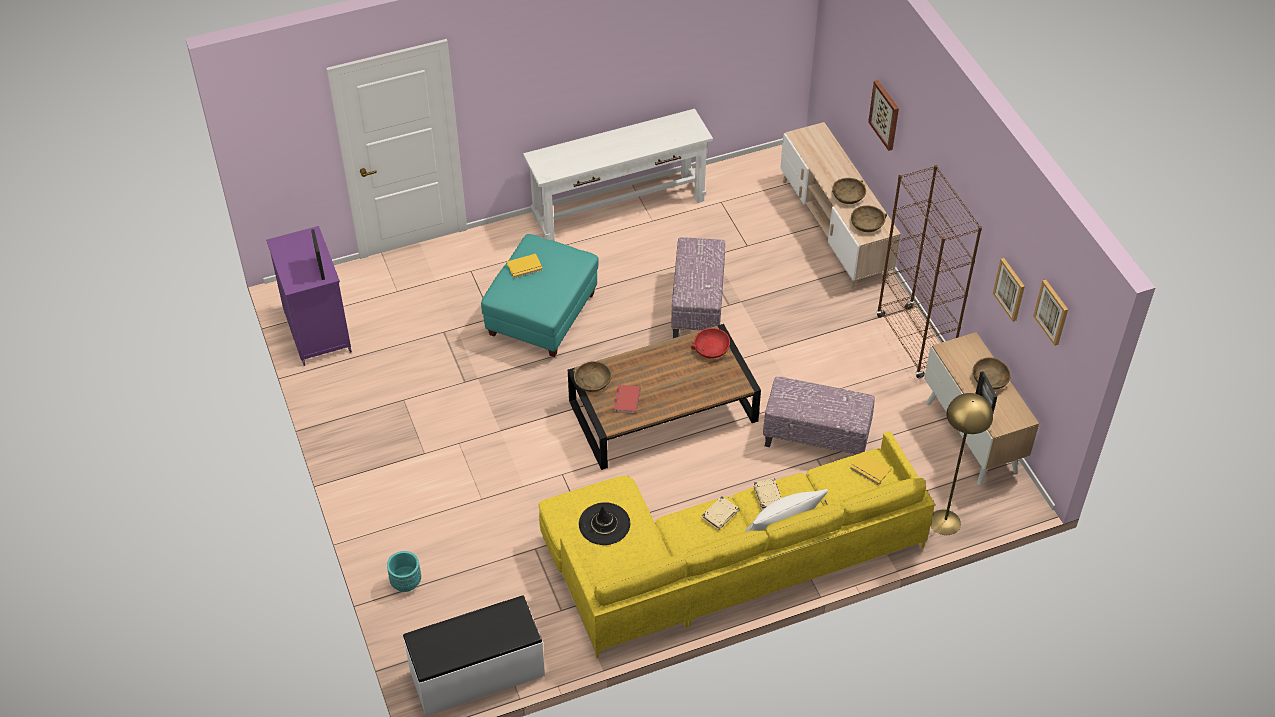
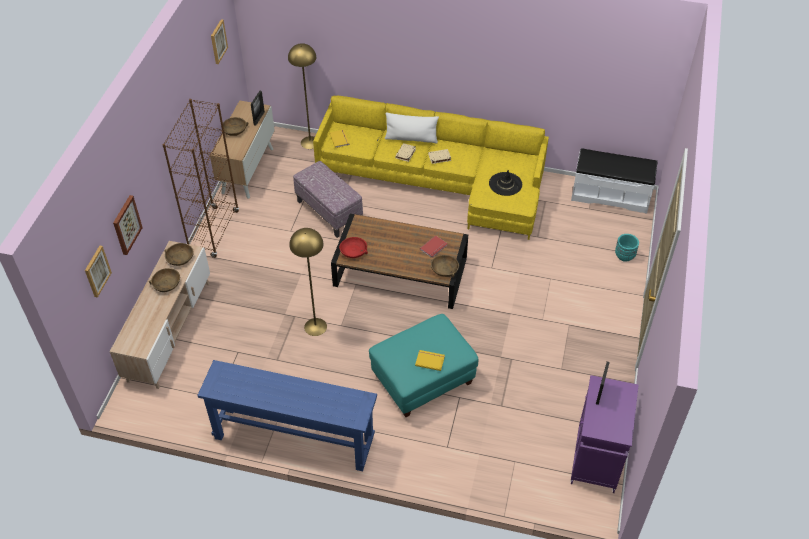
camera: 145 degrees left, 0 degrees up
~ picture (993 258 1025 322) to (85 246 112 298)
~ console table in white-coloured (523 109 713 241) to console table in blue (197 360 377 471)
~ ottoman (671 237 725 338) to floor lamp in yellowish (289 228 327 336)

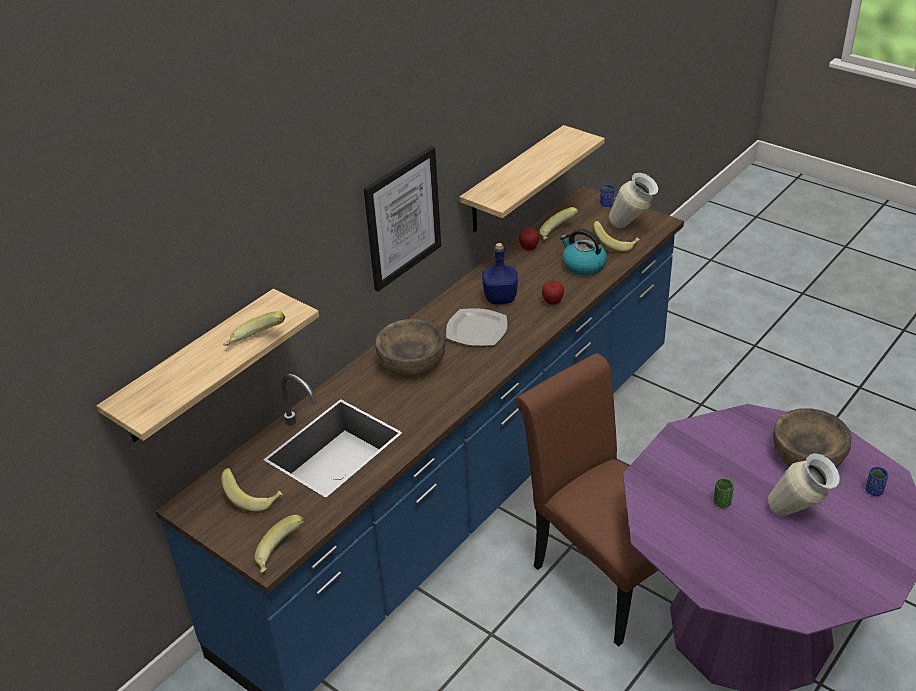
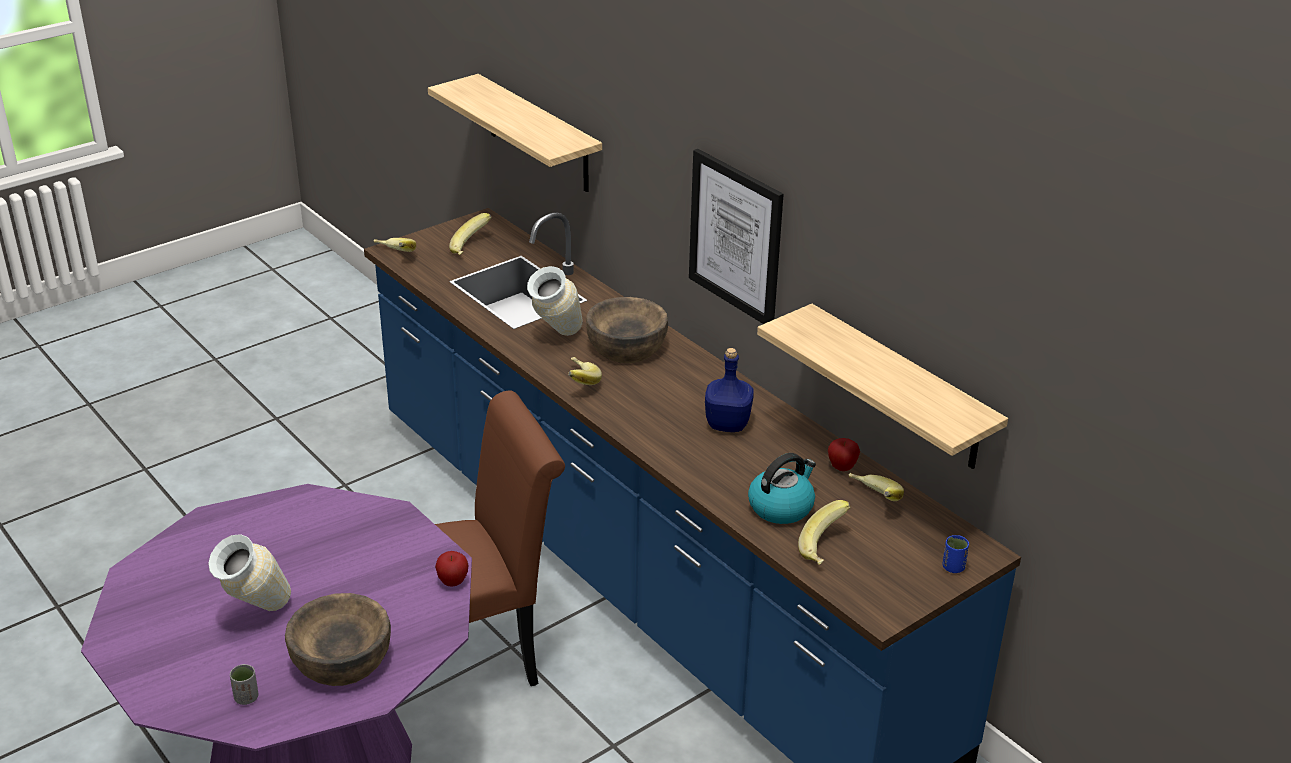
camera: 100 degrees right, 5 degrees down
~ cup in blue (865 467 888 496) to cup in grey (230 664 258 705)
~ apple (542 281 564 305) to (435 551 469 587)
~ flower vase (609 173 658 228) to (527 266 583 336)
~ banana fruit (223 311 285 346) to (568 357 602 385)
- flat dish (446 308 507 346)
- cup in green (713 479 734 508)

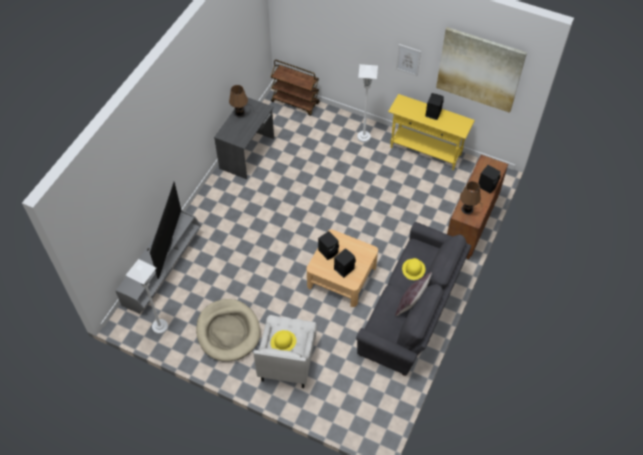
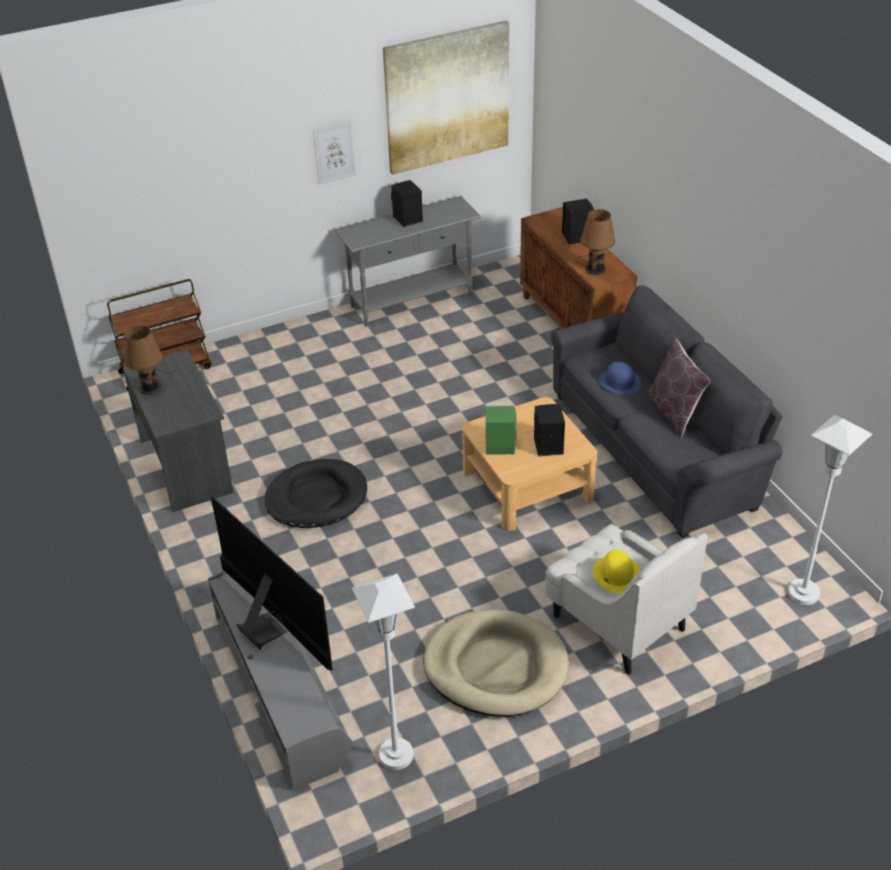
camera: 50 degrees left, 15 degrees down
+ dog bed in blackish (264 459 367 528)
~ console table in yellowish (388 94 475 170) to console table in grey (335 196 481 327)
~ audio speaker in blackish (318 231 339 260) to audio speaker in green (486 406 517 455)
~ clothing hat in yellowish (402 258 425 280) to clothing hat in blue (599 362 641 395)
~ floor lamp in white-coloured (357 64 378 142) to (788 415 872 605)

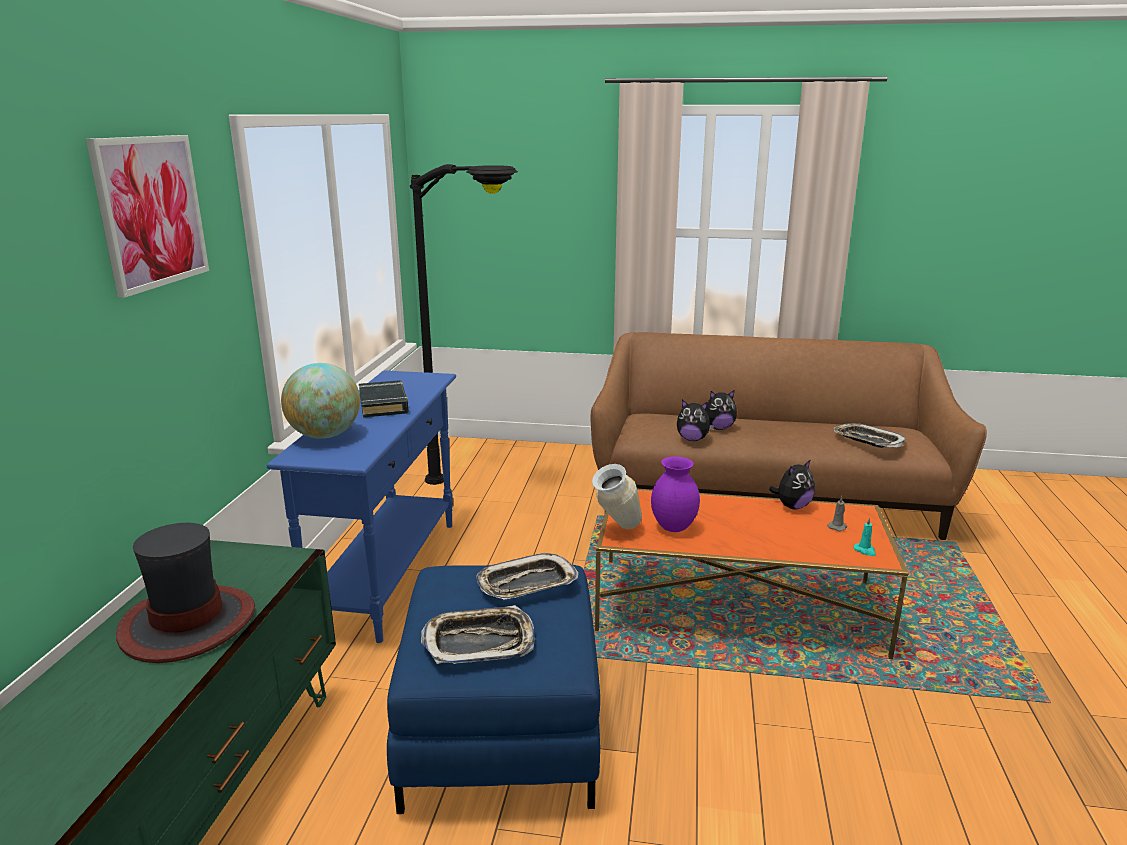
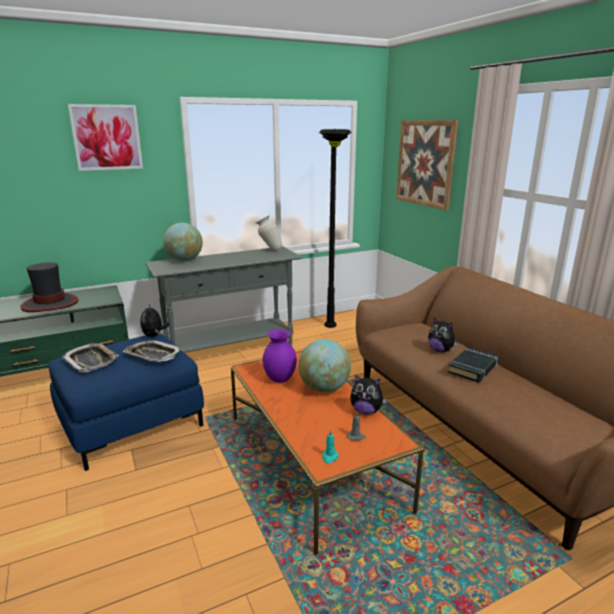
camera: 55 degrees right, 0 degrees up
~ plush toy (677 400 714 441) to (140 305 169 337)
~ console table in blue (267 370 456 643) to console table in grey (145 247 302 353)
~ flower vase (592 464 642 529) to (256 215 282 251)
+ world globe (298 339 351 393)
+ picture (396 120 459 210)
~ book in blackish (359 380 409 418) to (448 347 499 382)
- carrying tray (834 423 906 448)

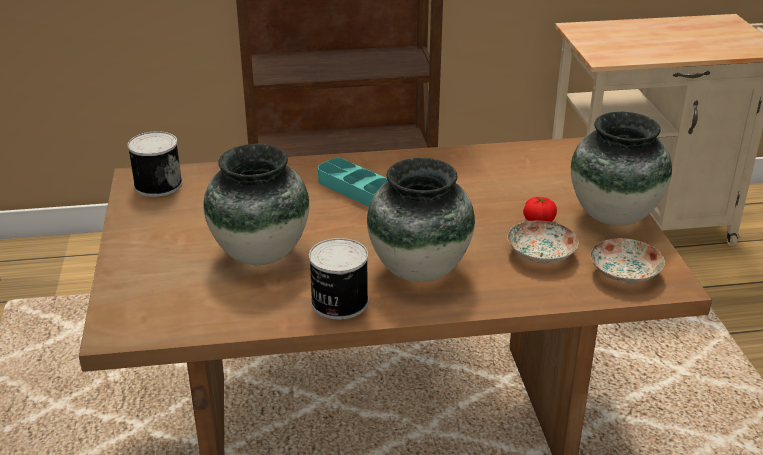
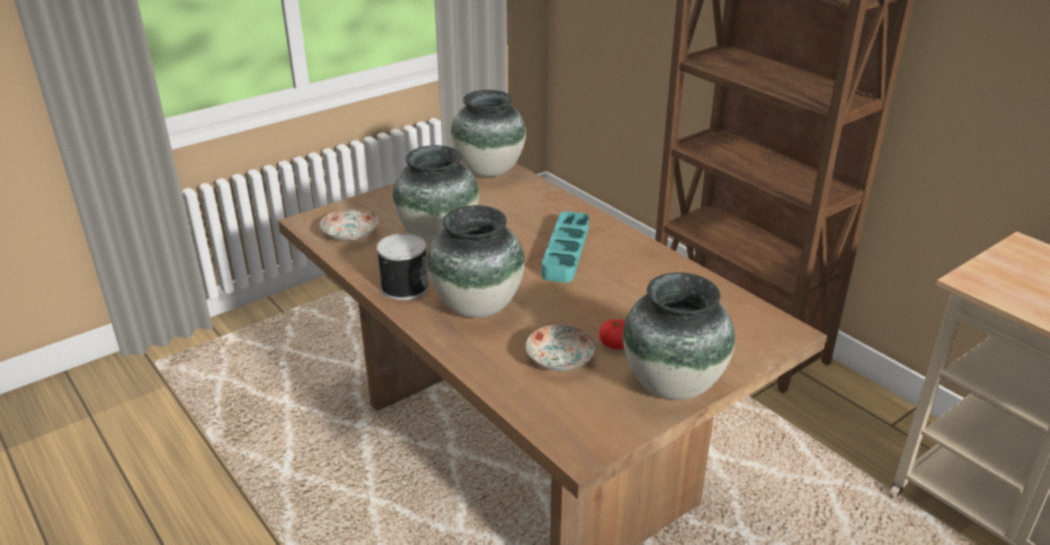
camera: 60 degrees right, 0 degrees up
~ flat dish (591 238 665 283) to (319 209 378 241)
~ can (127 131 183 197) to flower vase (451 90 526 177)

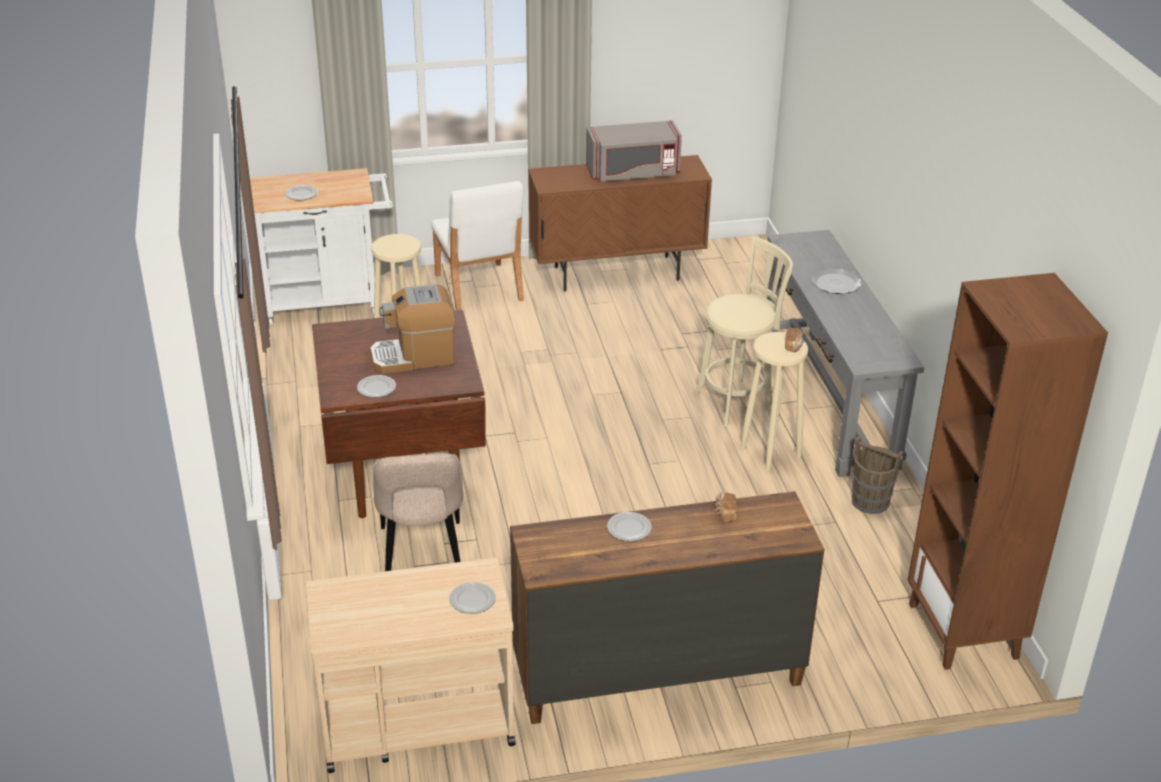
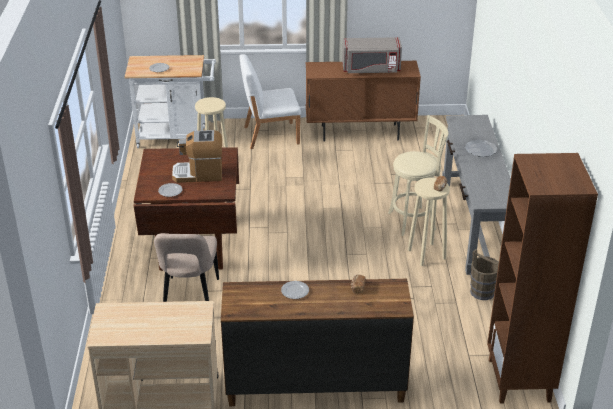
camera: 10 degrees right, 0 degrees up
~ chair in white-coloured (432 181 524 310) = (239 54 301 149) 90 degrees clockwise
- flat dish (449 582 496 614)

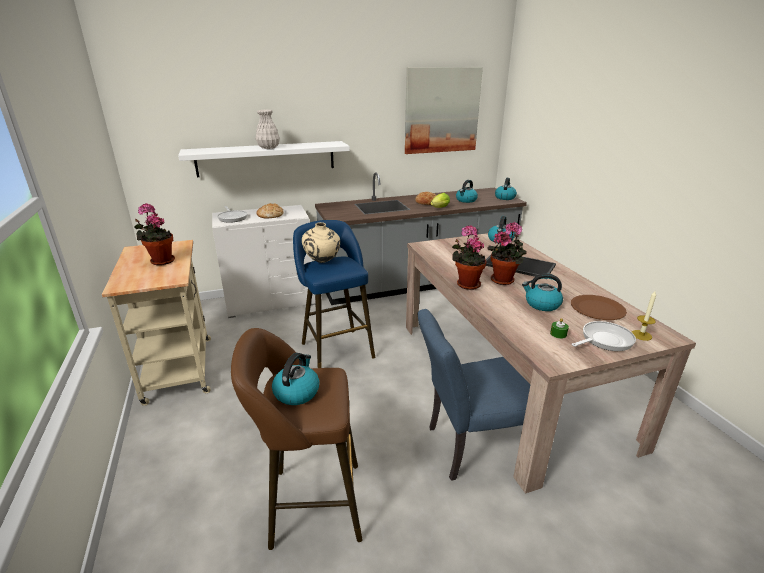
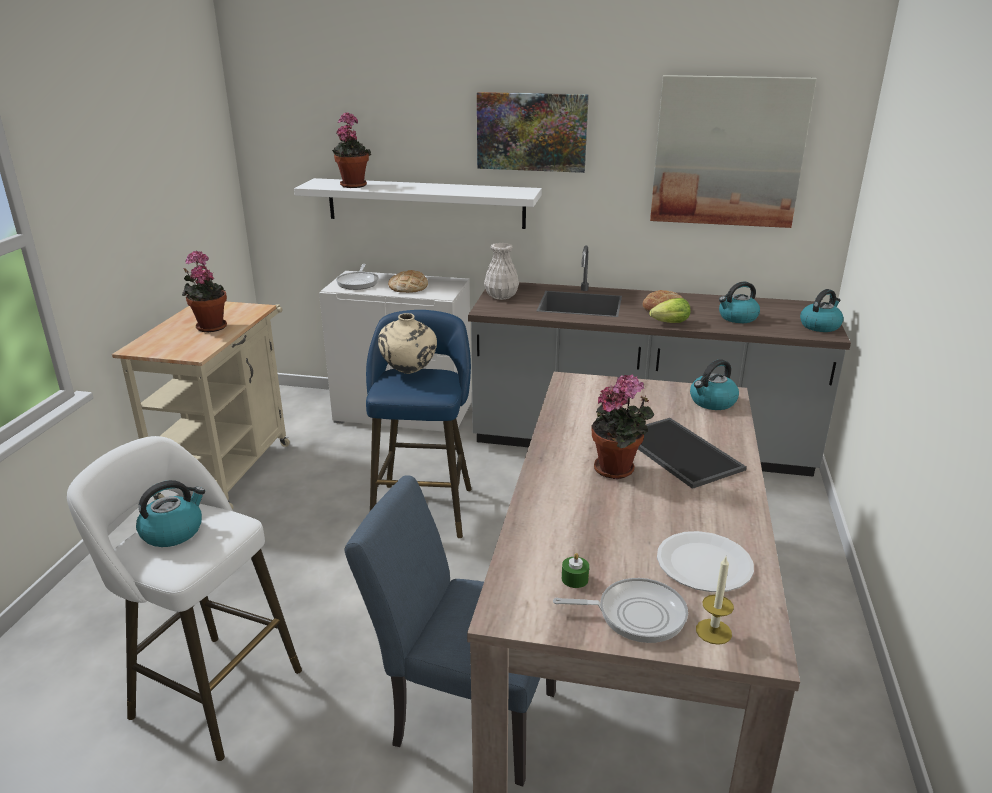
camera: 30 degrees right, 0 degrees up
~ sitting stool in brown (231 328 363 550) to sitting stool in white-coloured (67 436 302 761)
~ houseplant (452 225 486 290) to (332 112 371 188)
+ picture (477 92 589 173)
~ flower vase in white-coloured (256 110 280 149) to (484 243 519 300)
~ flat dish in brown (571 295 627 320) to flat dish in white-coloured (657 531 754 592)
- tea kettle (522 273 563 311)

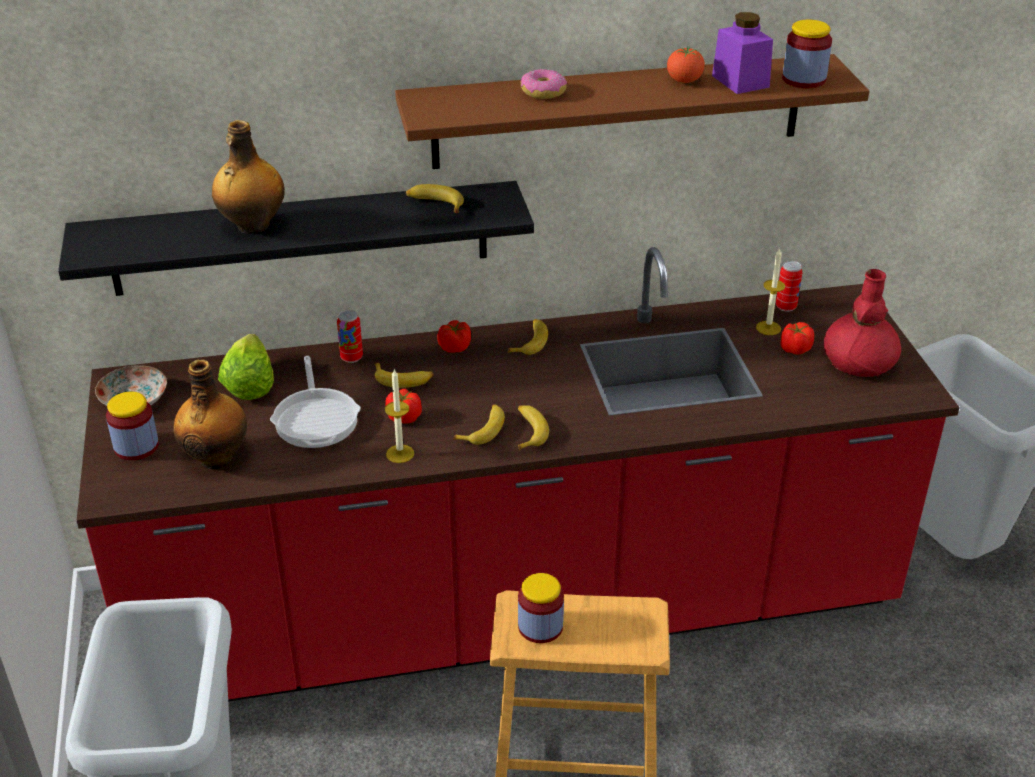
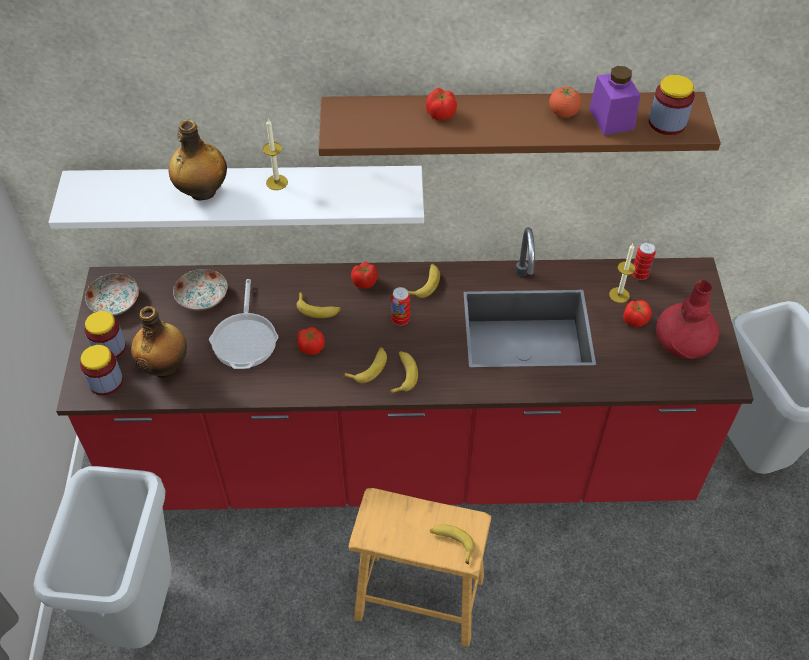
camera: 10 degrees right, 15 degrees up
~ bracket shelf in blackish (58 181 534 296) to bracket shelf in white-coloured (48 166 424 229)
~ jar (518 573 564 643) to (80 345 123 395)
~ lettuce head (218 334 274 400) to flat dish (173 269 228 310)
~ wax light (385 369 414 463) to (263 119 288 190)
~ can (337 310 363 363) to (391 287 410 325)
~ donut (521 69 567 99) to tomato (426 88 457 121)
~ banana fruit (406 184 464 213) to (430 524 475 564)

